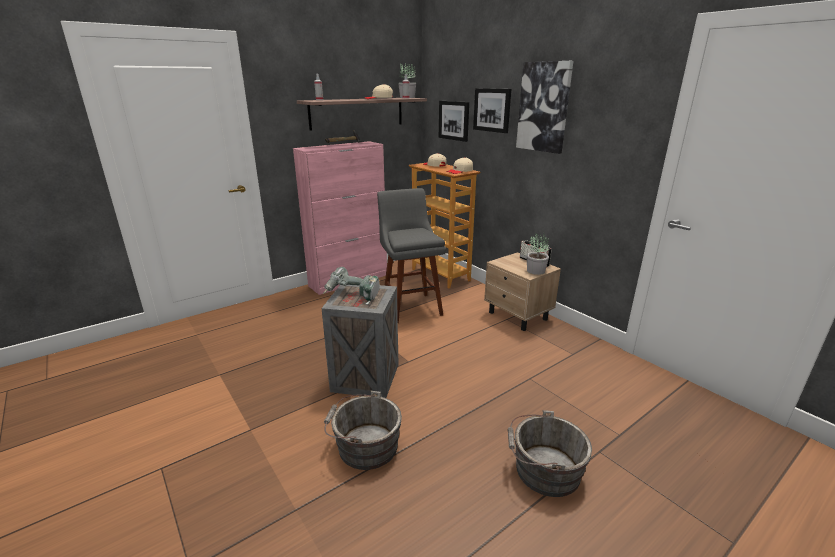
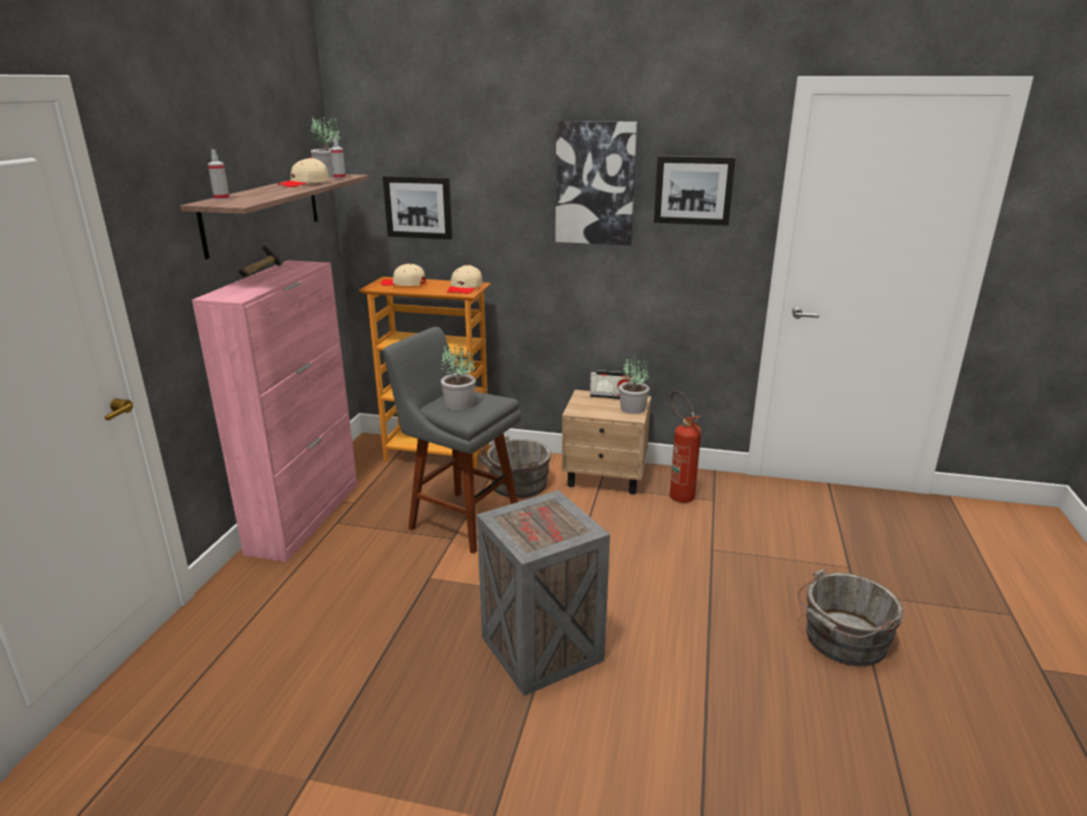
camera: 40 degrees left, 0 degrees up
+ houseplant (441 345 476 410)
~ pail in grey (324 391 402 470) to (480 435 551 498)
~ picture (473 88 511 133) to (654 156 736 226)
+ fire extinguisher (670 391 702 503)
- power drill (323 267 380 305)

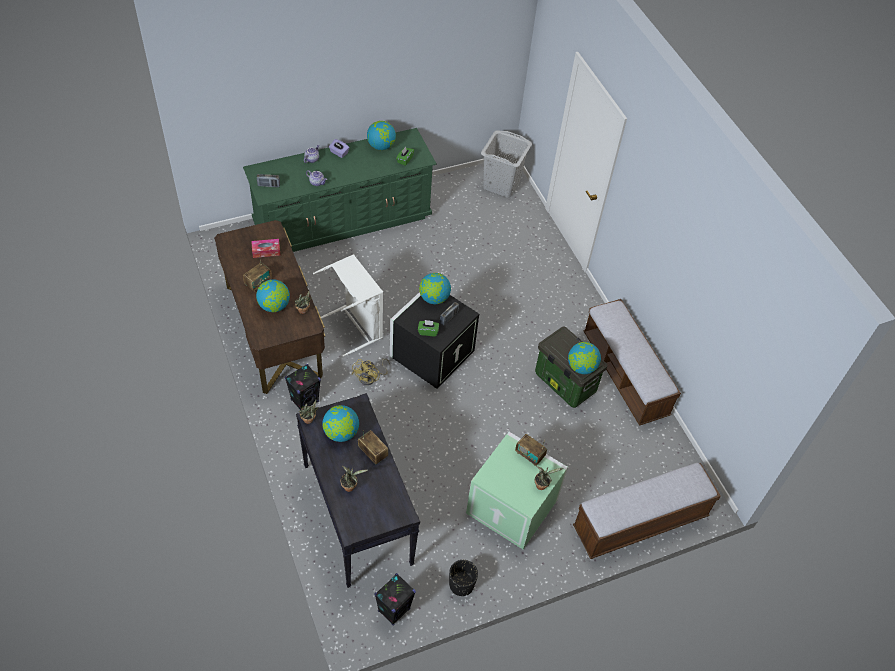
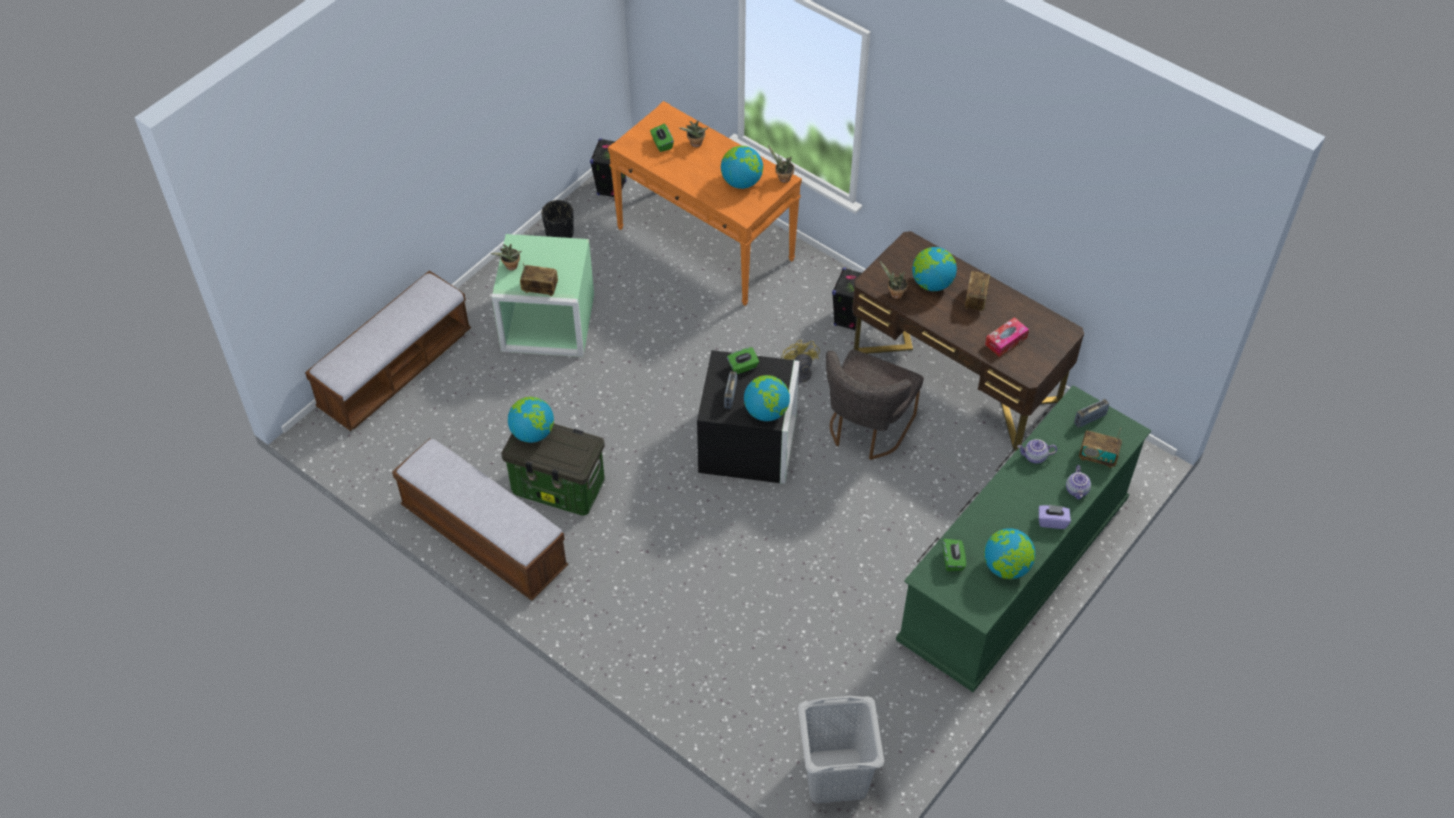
camera: 155 degrees right, 0 degrees up
~ console table in blackish (296 393 420 588) to console table in orange (608 101 802 306)
+ tissue holder in green (650 124 674 152)
~ laundry basket in white-coloured (313 254 383 356) to chair in grey (826 349 924 460)
~ radio set (358 430 388 464) to (1079 428 1122 468)

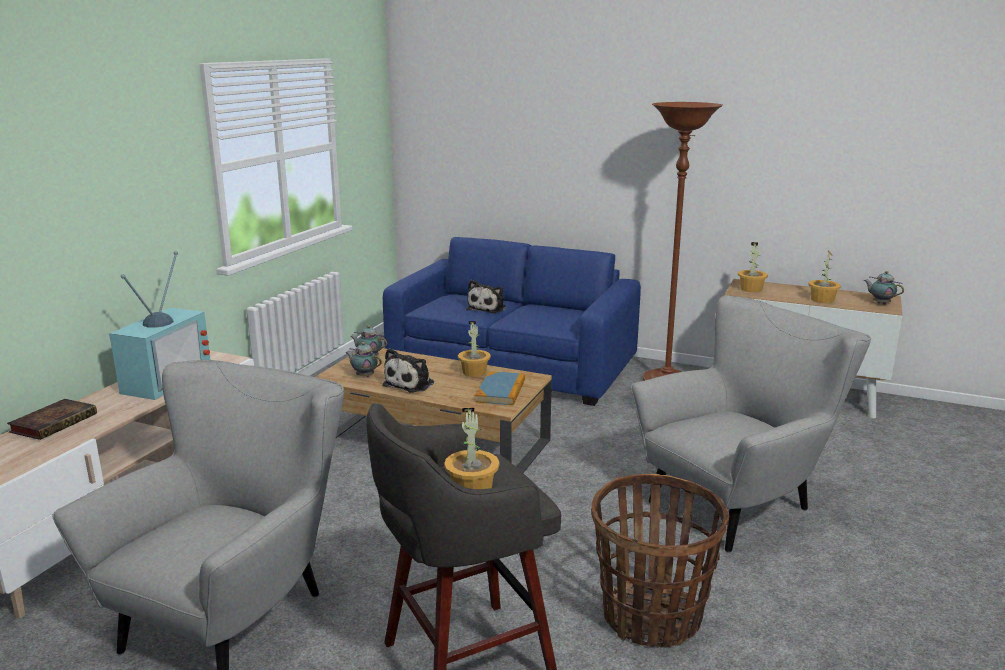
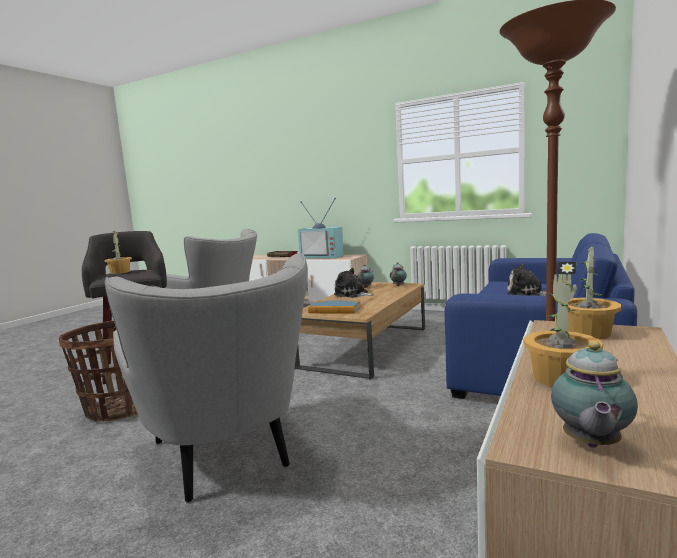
camera: 95 degrees right, 10 degrees down
~ tea pot (864 271 904 305) = (551 341 638 448) 150 degrees clockwise
- houseplant (458 321 491 377)

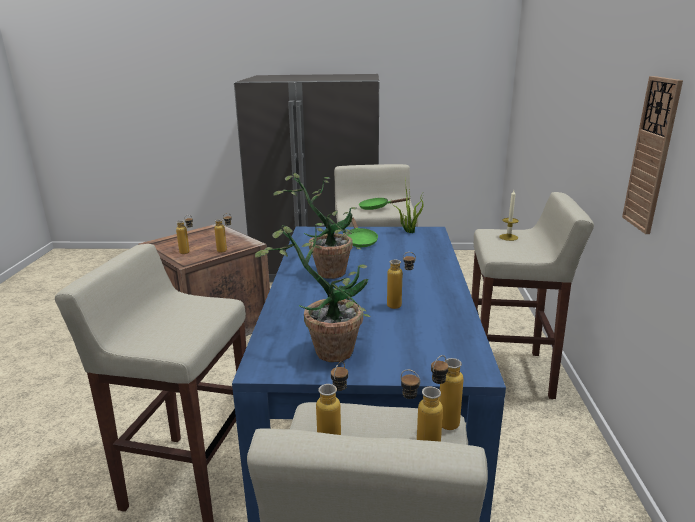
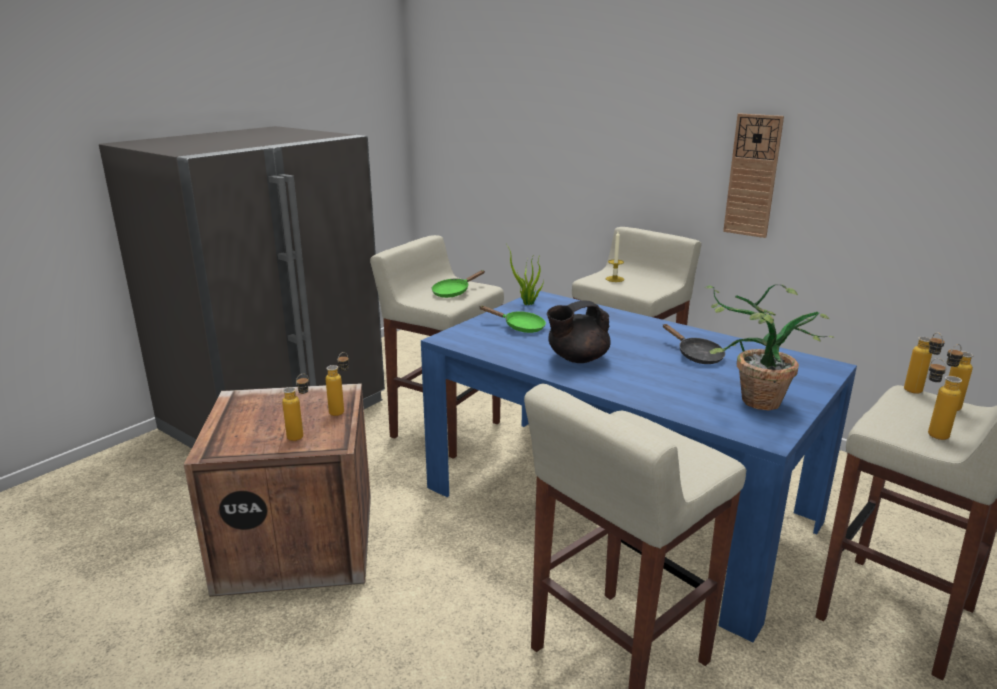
camera: 55 degrees left, 0 degrees up
~ houseplant (273 173 362 279) to tea pot in blackish (547 300 611 363)
~ beverage bottle (387 252 416 309) to pan in blackish (663 324 725 364)

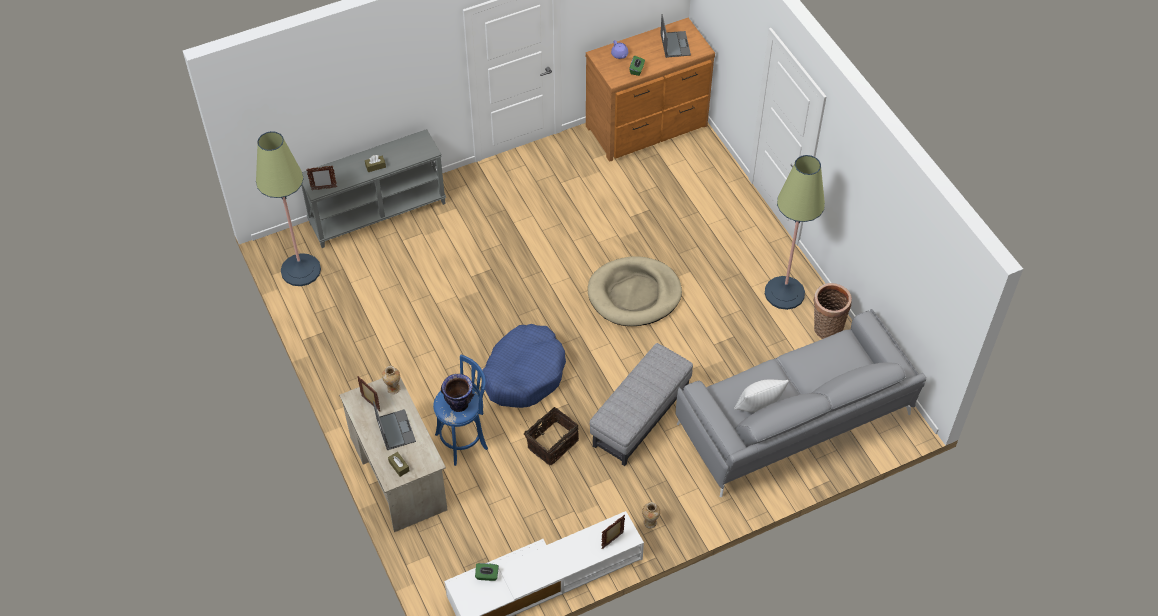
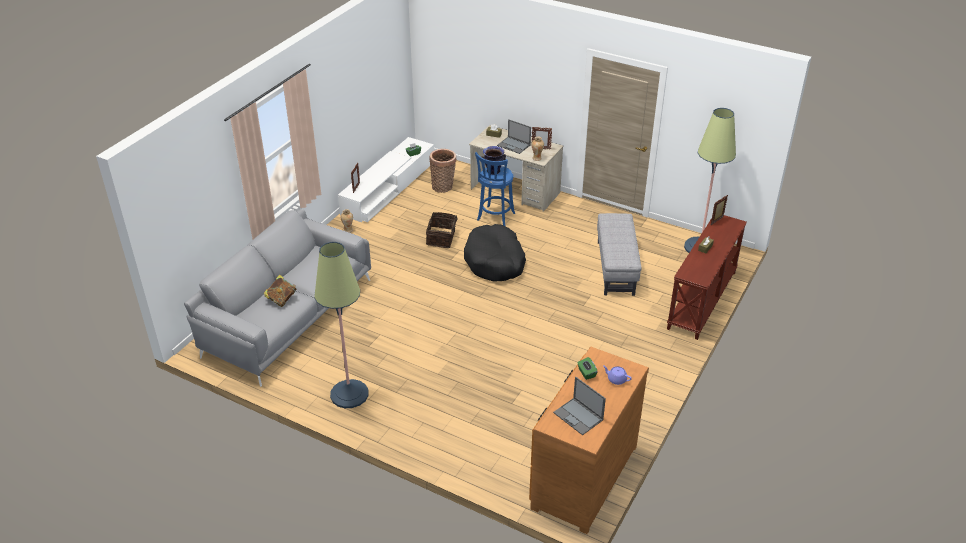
camera: 145 degrees right, 15 degrees down
+ book (263 275 297 307)
~ household basket (813 283 852 339) to (429 149 457 193)
~ dog bed in blue (482 324 566 408) to dog bed in blackish (464 224 526 282)
~ ottoman in grey (590 343 693 466) to (597 213 641 296)
~ console table in grey (302 129 446 248) to console table in brown (667 215 747 340)
- dog bed in beige (588 257 682 326)
- pillow in white-coloured (734 379 789 412)

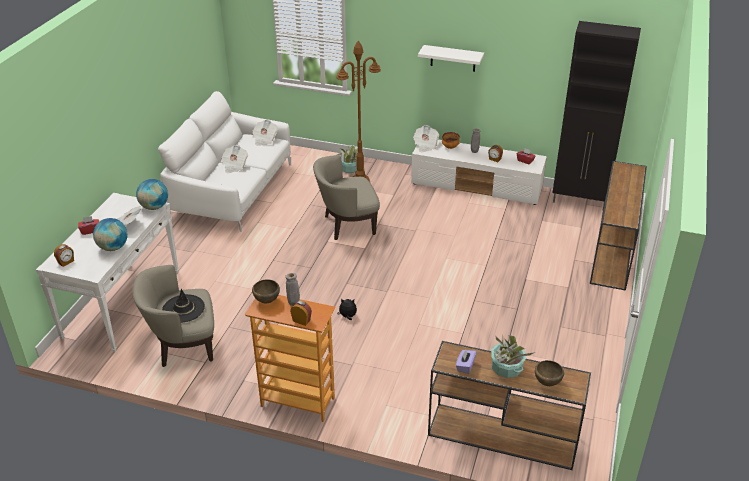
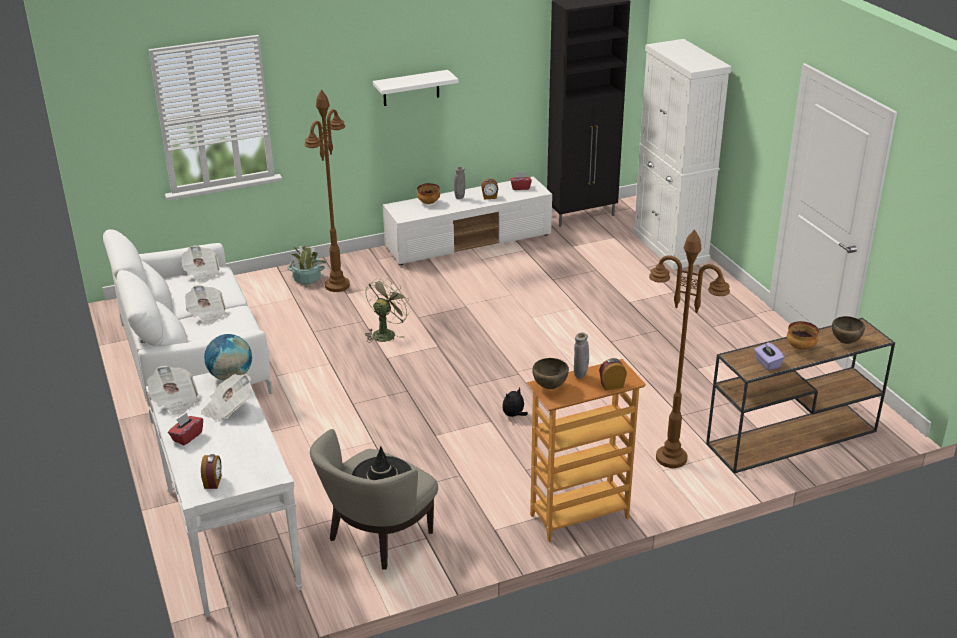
camera: 40 degrees left, 5 degrees down
~ printed paper (413 125 439 152) to (147 365 200 417)
~ lounge chair in beige (313 155 380 240) to electric fan in green (365 278 412 343)
~ console table in brown (590 161 647 291) to storage cabinet in white-coloured (633 39 732 270)
+ floor lamp in brown (649 229 730 468)
~ houseplant (491 335 535 378) to deep dish (787 321 819 350)
- world globe (93 218 128 251)

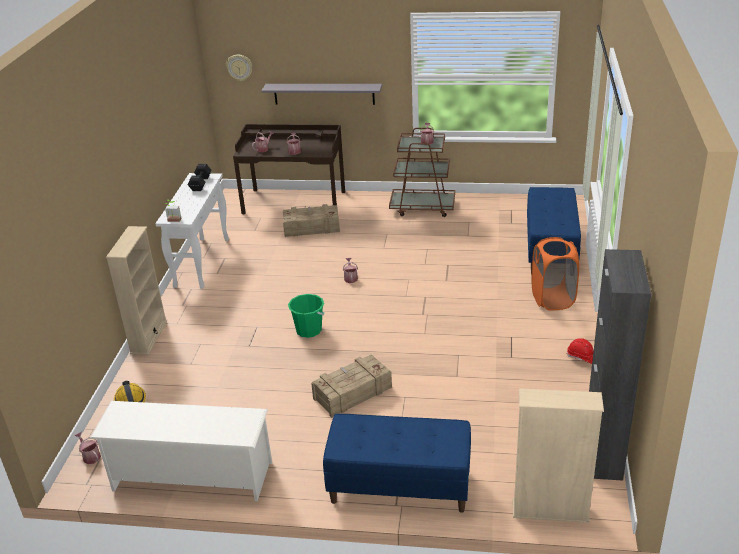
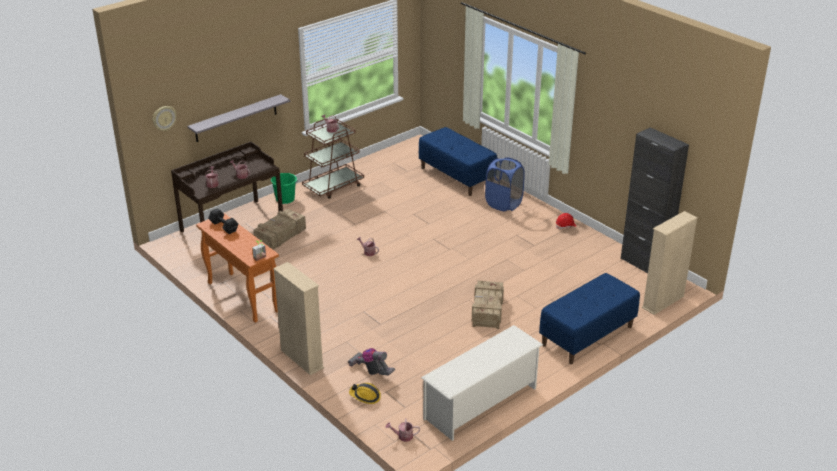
camera: 50 degrees left, 0 degrees up
~ console table in white-coloured (155 173 229 289) to console table in orange (196 213 279 323)
~ pail in green (288 294 325 338) to (271 173 298 204)
+ vacuum (348 348 395 375)
~ laundry basket in orange (531 237 579 311) to laundry basket in blue (485 157 525 211)

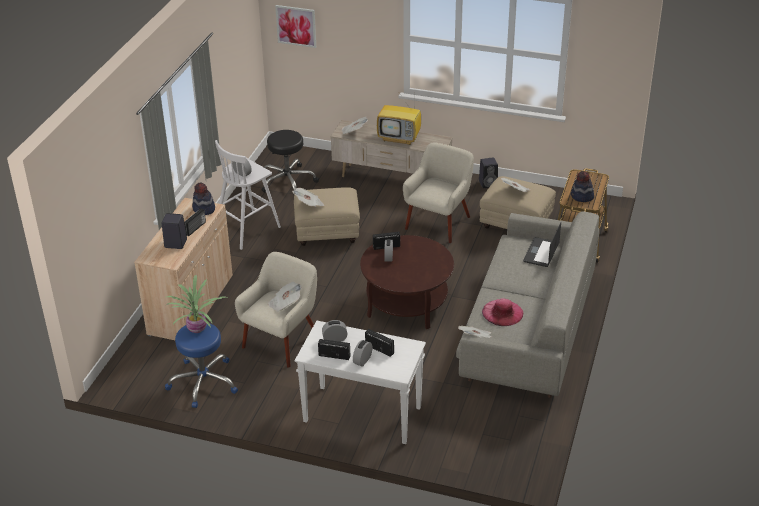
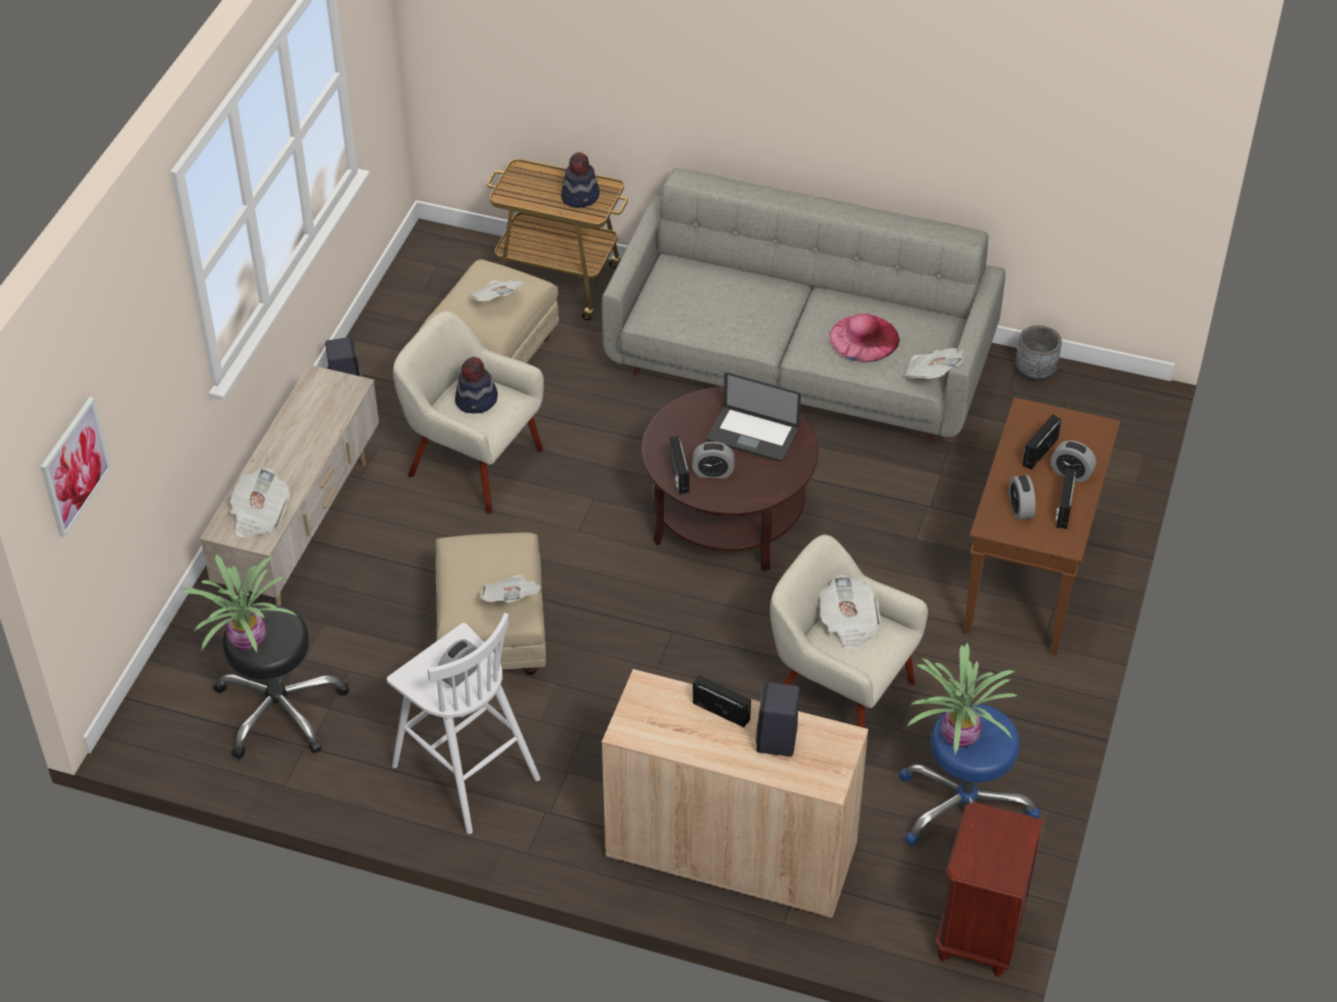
camera: 90 degrees left, 10 degrees up
+ houseplant (182 554 297 652)
~ clothing hat (192 182 215 215) to (455 357 498 414)
~ notebook computer (523 222 561 267) to (707 372 801 462)
+ night table in brown (935 802 1043 977)
~ console table in white-coloured (295 321 426 444) to console table in brown (964 397 1120 655)
+ flower pot in grey (1016 326 1062 382)
- TV set (377 97 421 145)

